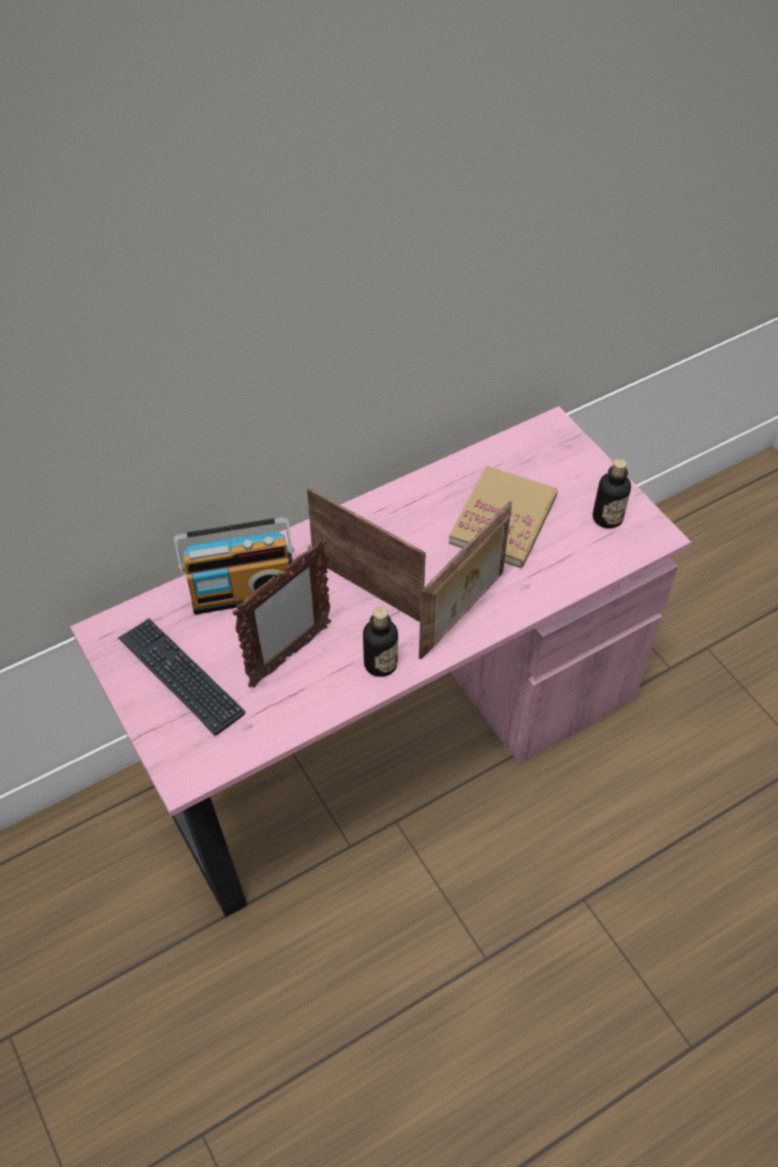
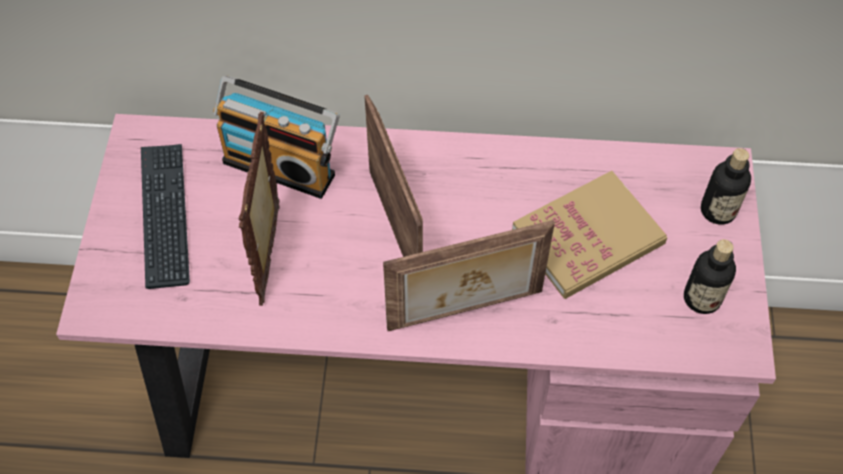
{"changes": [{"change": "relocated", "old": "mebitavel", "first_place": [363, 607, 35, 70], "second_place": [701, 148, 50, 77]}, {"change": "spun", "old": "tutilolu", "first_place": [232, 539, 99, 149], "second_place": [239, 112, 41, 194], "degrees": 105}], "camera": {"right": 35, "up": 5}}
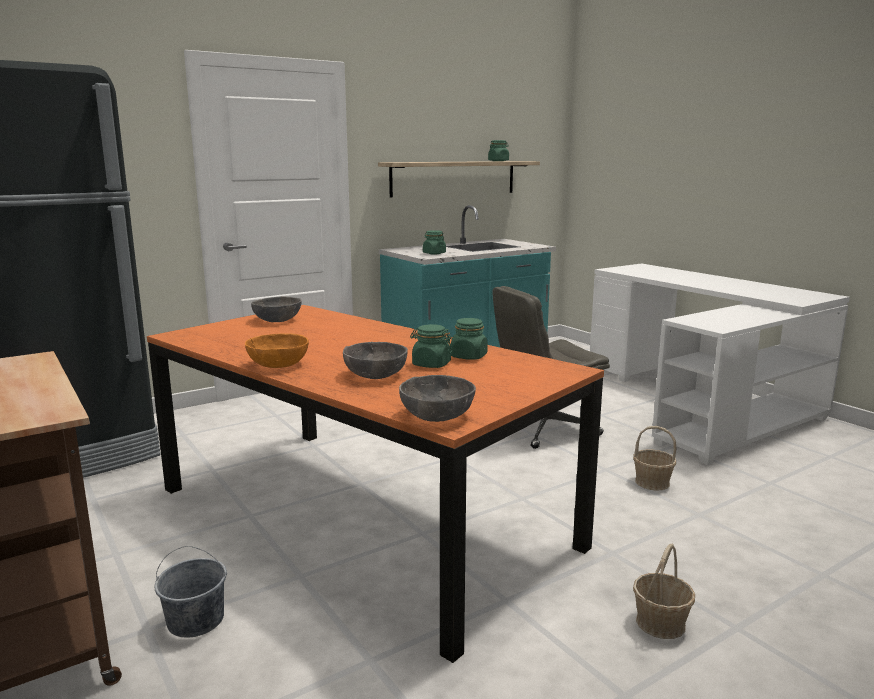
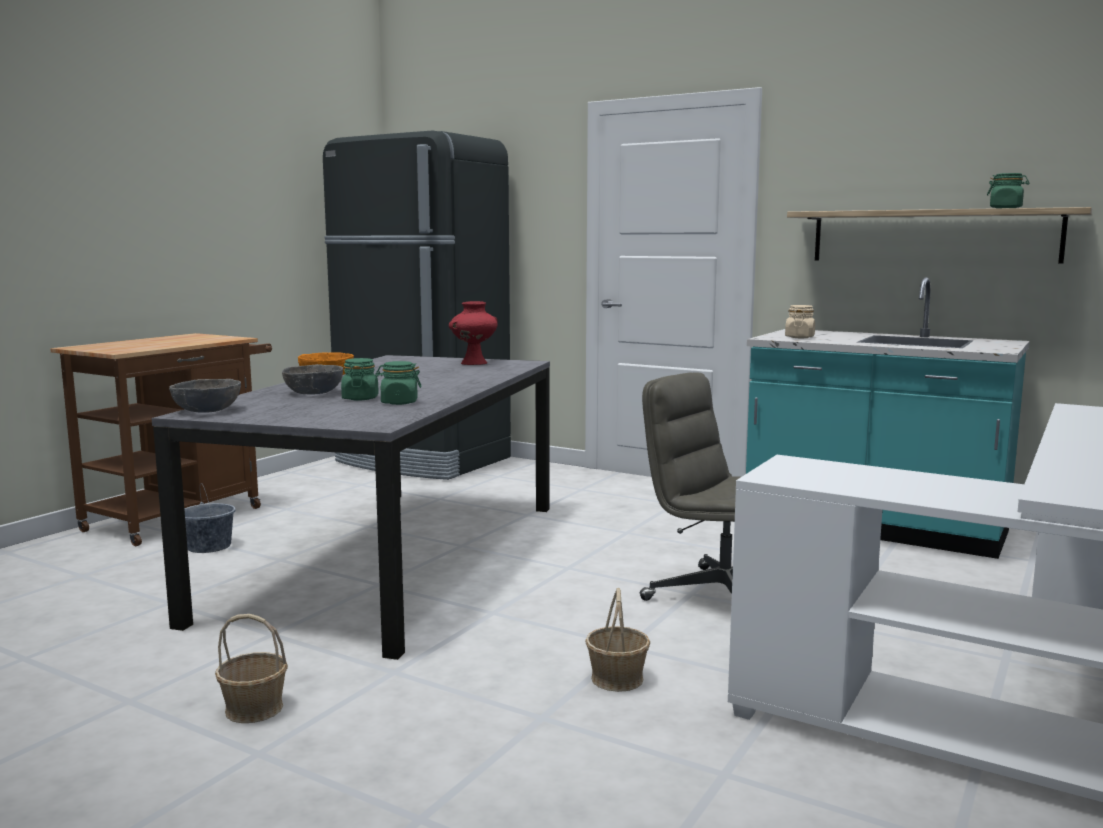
{"changes": [{"change": "exchanged", "old": "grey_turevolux", "new": "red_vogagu", "first_place": [251, 296, 51, 26], "second_place": [449, 301, 49, 64]}, {"change": "colour", "old": "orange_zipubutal", "new": "grey_zipubutal", "first_place": [147, 305, 457, 358], "second_place": [152, 355, 398, 305]}, {"change": "colour", "old": "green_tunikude", "new": "beige_tunikude", "first_place": [423, 230, 23, 24], "second_place": [785, 305, 30, 33]}], "camera": {"right": 65, "up": -5}}
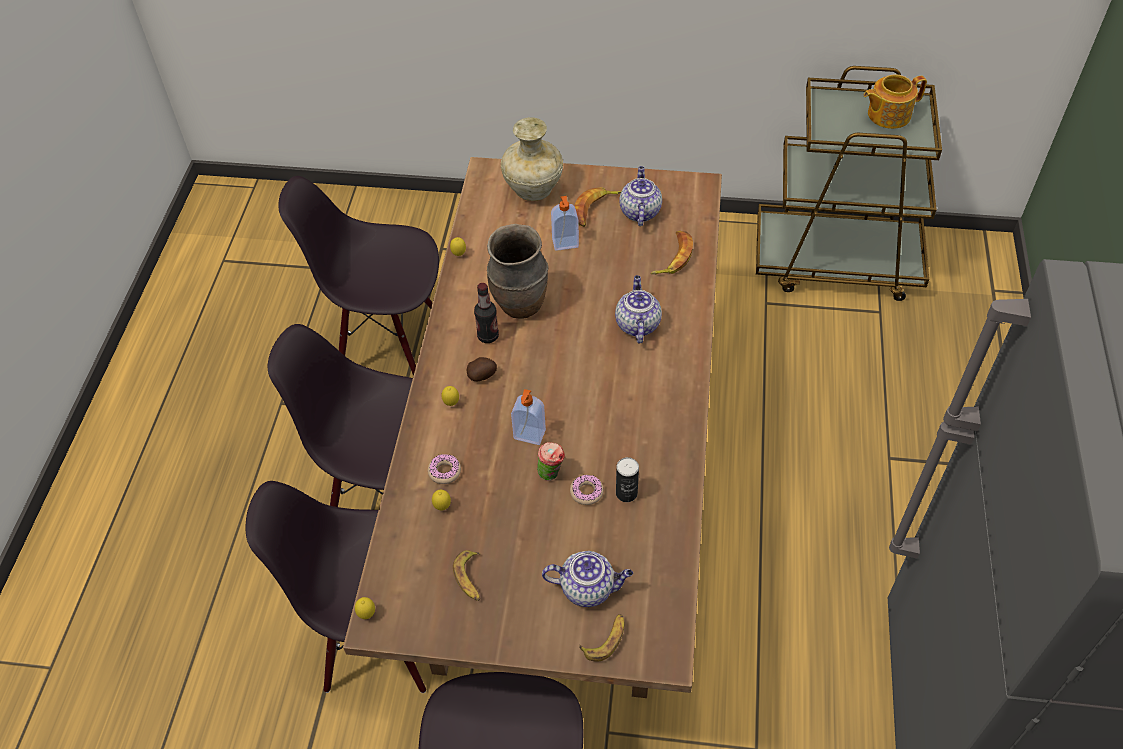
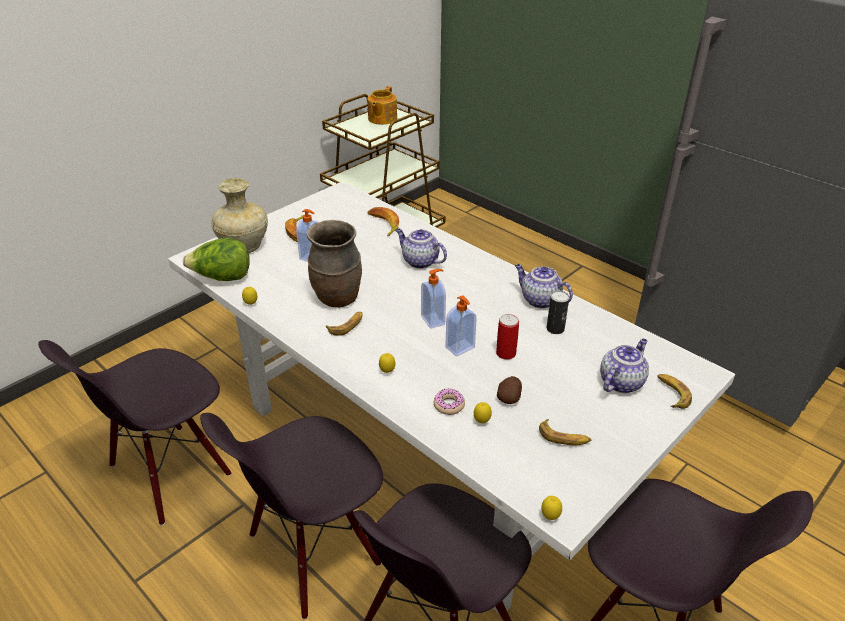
{"changes": [{"change": "missing", "old": "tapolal", "first_place": [570, 475, 34, 30]}, {"change": "appeared", "new": "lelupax", "second_place": [183, 238, 67, 43]}, {"change": "appeared", "new": "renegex", "second_place": [421, 269, 25, 60]}, {"change": "relocated", "old": "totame", "first_place": [467, 357, 30, 24], "second_place": [497, 376, 25, 28]}, {"change": "relocated", "old": "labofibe", "first_place": [619, 166, 43, 60], "second_place": [515, 264, 58, 45]}, {"change": "exchanged", "old": "mebitavel", "new": "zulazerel", "first_place": [474, 283, 25, 60], "second_place": [326, 312, 37, 24]}, {"change": "exchanged", "old": "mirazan", "new": "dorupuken", "first_place": [537, 442, 28, 39], "second_place": [496, 314, 23, 46]}, {"change": "colour", "old": "brown_zipubutal", "new": "white_zipubutal", "first_place": [343, 157, 379, 541], "second_place": [168, 181, 567, 432]}], "camera": {"right": -55, "up": -15}}
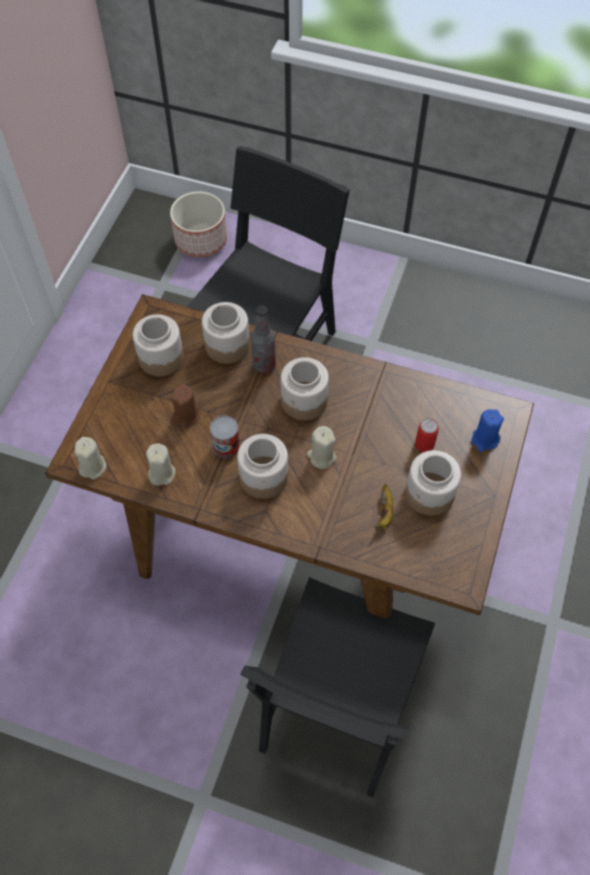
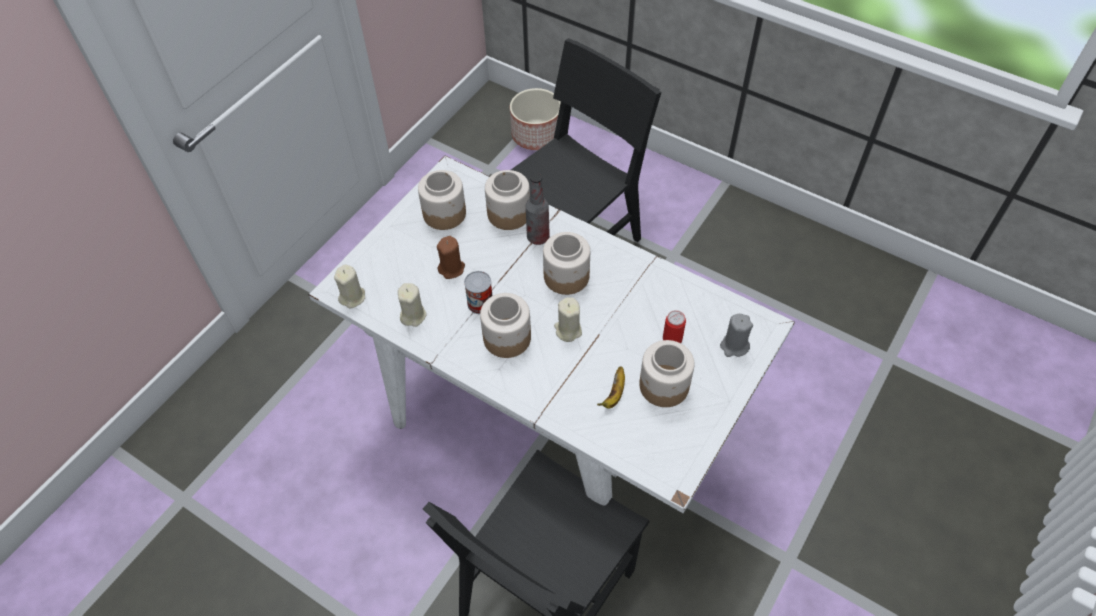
{"changes": [{"change": "colour", "old": "brown_zipubutal", "new": "white_zipubutal", "first_place": [45, 294, 489, 324], "second_place": [309, 156, 486, 357]}, {"change": "colour", "old": "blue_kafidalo", "new": "grey_kafidalo", "first_place": [471, 409, 33, 43], "second_place": [720, 314, 33, 43]}], "camera": {"right": 15, "up": -5}}
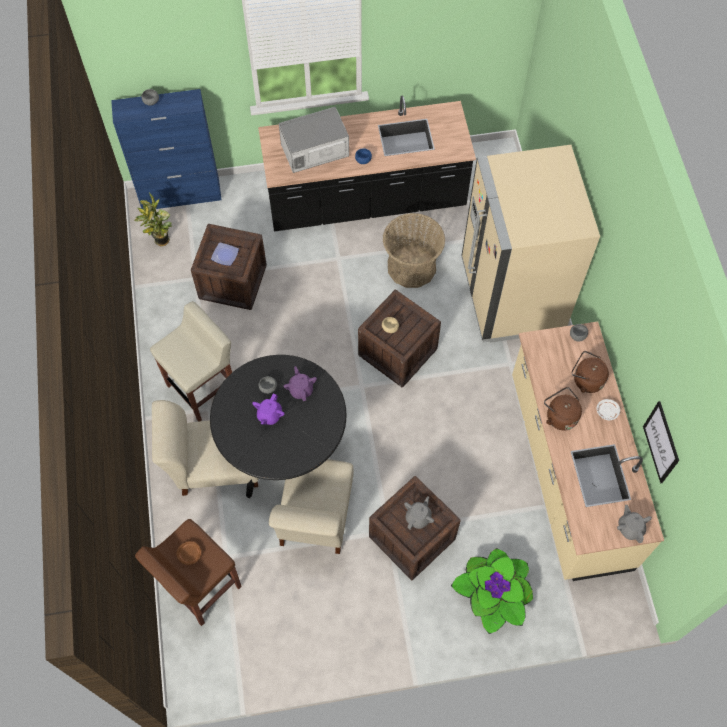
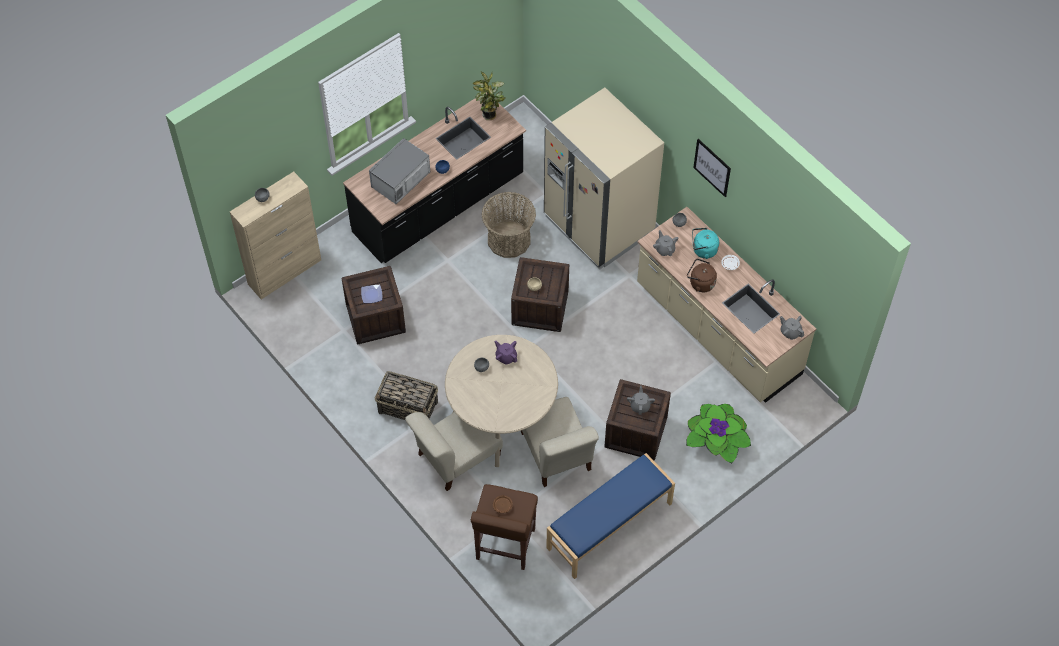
{"changes": [{"change": "missing", "old": "purple_labofibe", "first_place": [252, 394, 33, 31]}, {"change": "appeared", "new": "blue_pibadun", "second_place": [546, 453, 129, 126]}, {"change": "appeared", "new": "grey_labofibe", "second_place": [653, 230, 25, 26]}, {"change": "relocated", "old": "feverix", "first_place": [134, 193, 39, 53], "second_place": [472, 72, 34, 48]}, {"change": "relocated", "old": "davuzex", "first_place": [643, 401, 36, 83], "second_place": [693, 139, 38, 58]}, {"change": "exchanged", "old": "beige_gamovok", "new": "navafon", "first_place": [150, 301, 82, 121], "second_place": [375, 371, 63, 49]}, {"change": "colour", "old": "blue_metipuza", "new": "beige_metipuza", "first_place": [111, 89, 111, 120], "second_place": [230, 172, 91, 127]}, {"change": "colour", "old": "black_zipubutal", "new": "beige_zipubutal", "first_place": [210, 355, 137, 143], "second_place": [445, 335, 113, 132]}, {"change": "colour", "old": "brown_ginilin", "new": "turquoise_ginilin", "first_place": [572, 351, 37, 42], "second_place": [692, 228, 27, 31]}], "camera": {"right": -30, "up": -5}}
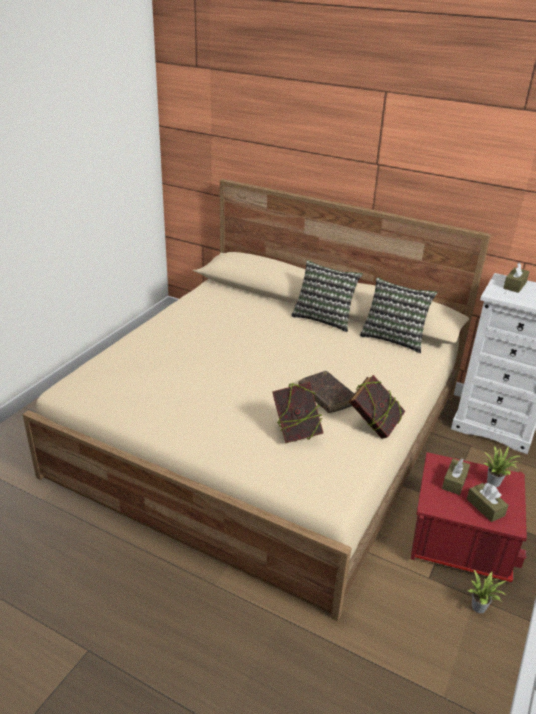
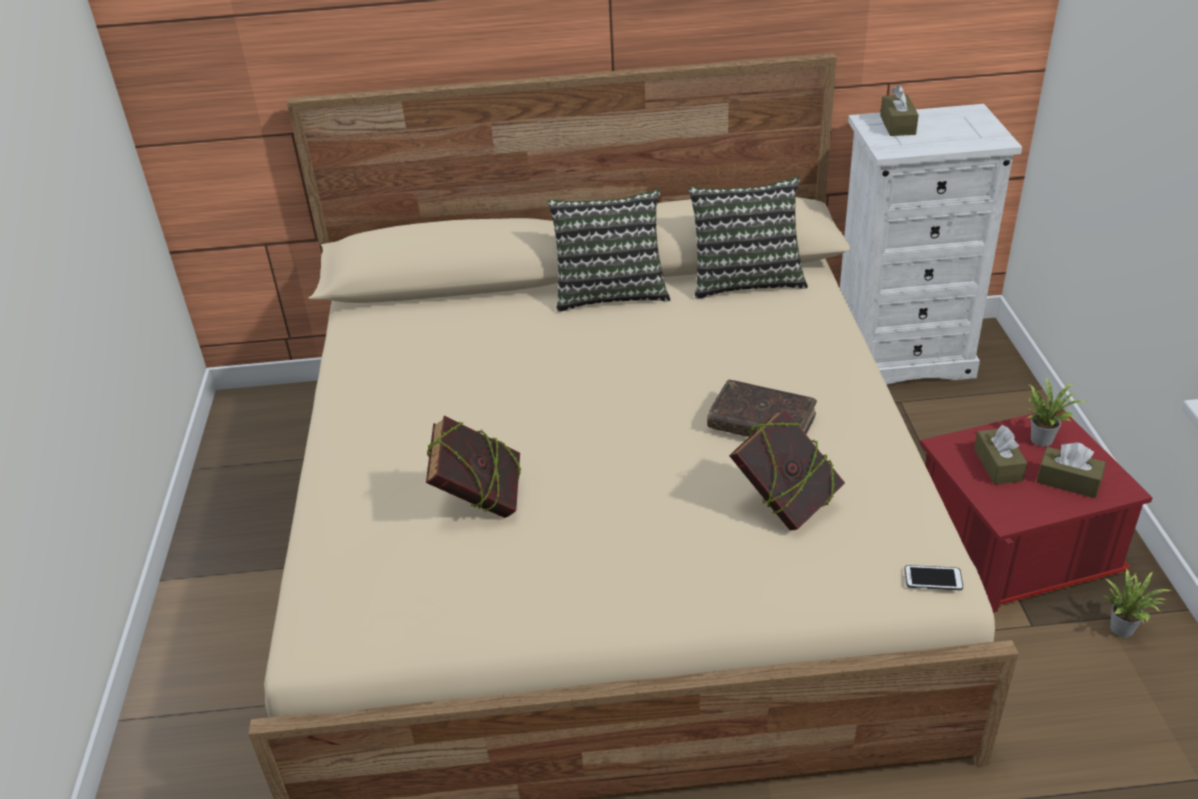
{"changes": [{"change": "appeared", "new": "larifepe", "second_place": [904, 565, 59, 25]}, {"change": "relocated", "old": "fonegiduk", "first_place": [349, 375, 56, 64], "second_place": [426, 416, 96, 102]}], "camera": {"right": -30, "up": 5}}
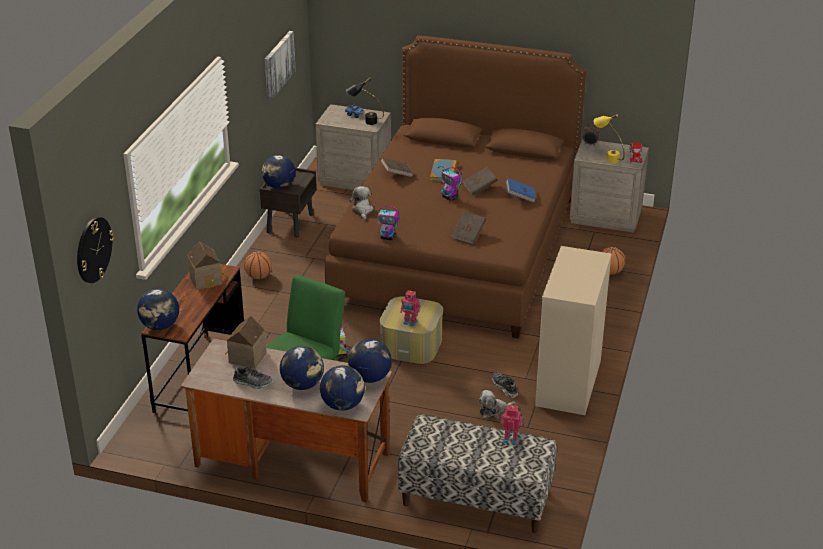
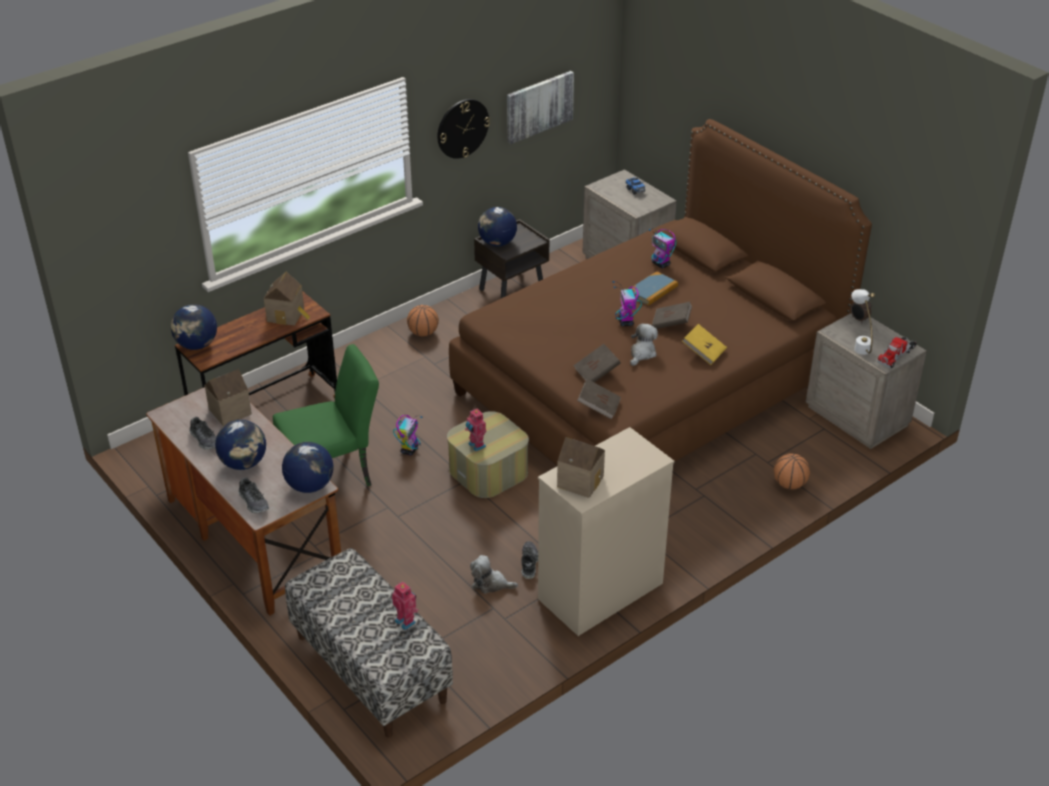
{"changes": [{"change": "missing", "old": "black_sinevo", "first_place": [346, 77, 38, 48]}, {"change": "appeared", "new": "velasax", "second_place": [557, 437, 48, 61]}, {"change": "relocated", "old": "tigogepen", "first_place": [77, 217, 37, 66], "second_place": [437, 99, 53, 60]}, {"change": "relocated", "old": "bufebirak", "first_place": [349, 186, 24, 34], "second_place": [630, 323, 28, 43]}, {"change": "relocated", "old": "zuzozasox", "first_place": [377, 206, 23, 35], "second_place": [649, 229, 27, 40]}, {"change": "relocated", "old": "brown_fonegiduk", "first_place": [380, 158, 34, 19], "second_place": [577, 379, 44, 40]}, {"change": "exchanged", "old": "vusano", "new": "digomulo", "first_place": [320, 366, 45, 45], "second_place": [238, 477, 31, 36]}, {"change": "colour", "old": "blue_fonegiduk", "new": "yellow_fonegiduk", "first_place": [506, 178, 30, 25], "second_place": [682, 324, 45, 41]}, {"change": "colour", "old": "yellow_sinevo", "new": "white_sinevo", "first_place": [594, 114, 31, 50], "second_place": [852, 289, 23, 66]}], "camera": {"right": 35, "up": 5}}
